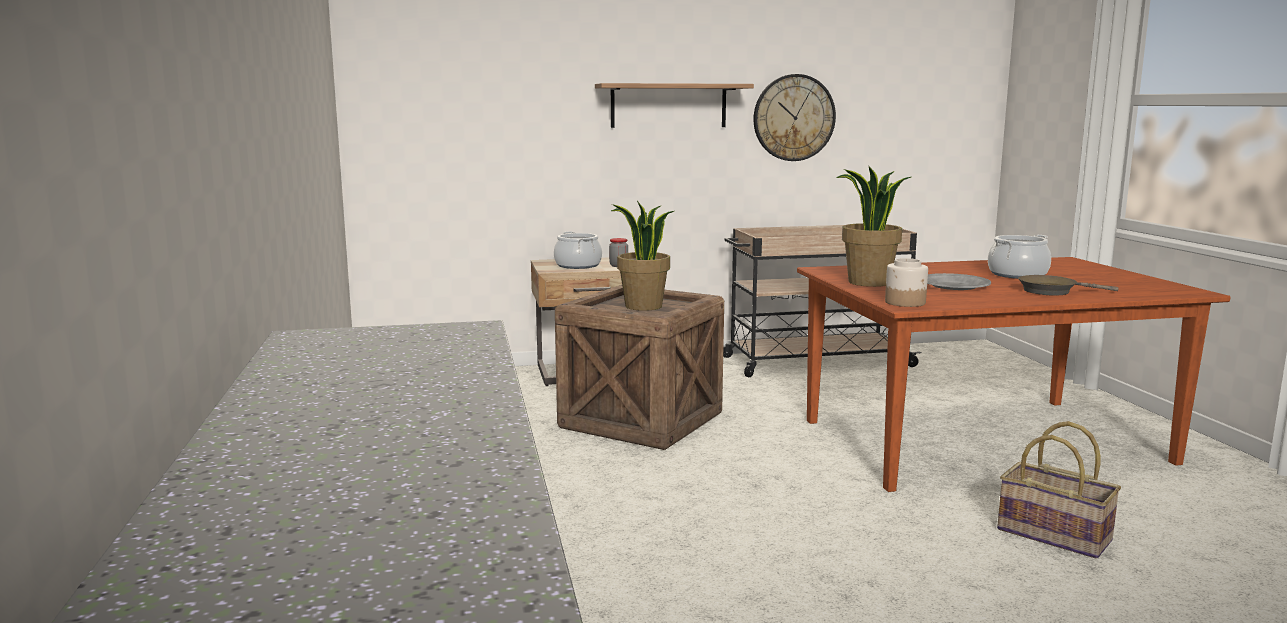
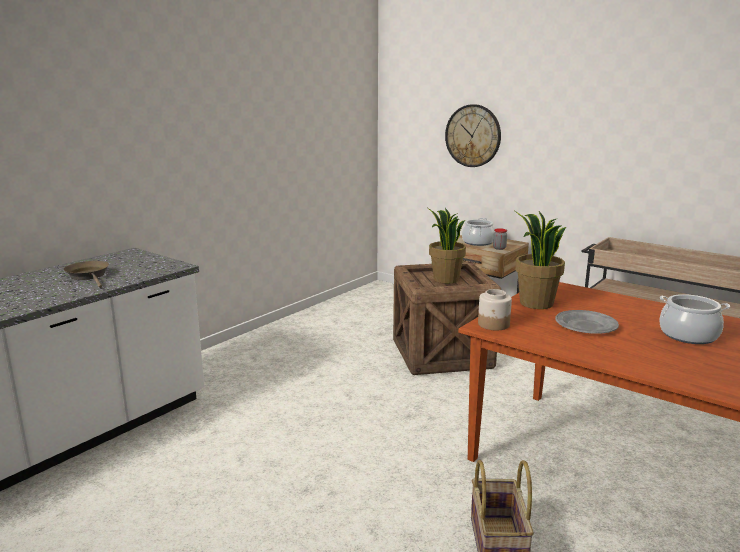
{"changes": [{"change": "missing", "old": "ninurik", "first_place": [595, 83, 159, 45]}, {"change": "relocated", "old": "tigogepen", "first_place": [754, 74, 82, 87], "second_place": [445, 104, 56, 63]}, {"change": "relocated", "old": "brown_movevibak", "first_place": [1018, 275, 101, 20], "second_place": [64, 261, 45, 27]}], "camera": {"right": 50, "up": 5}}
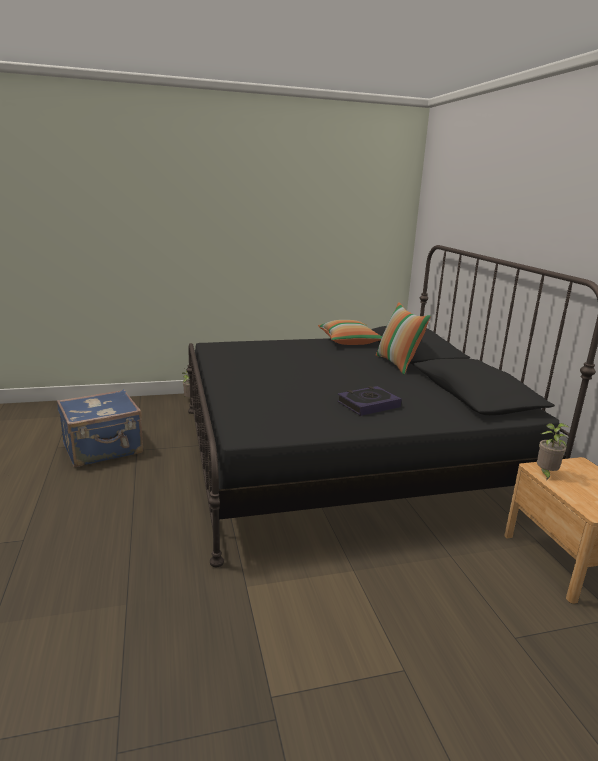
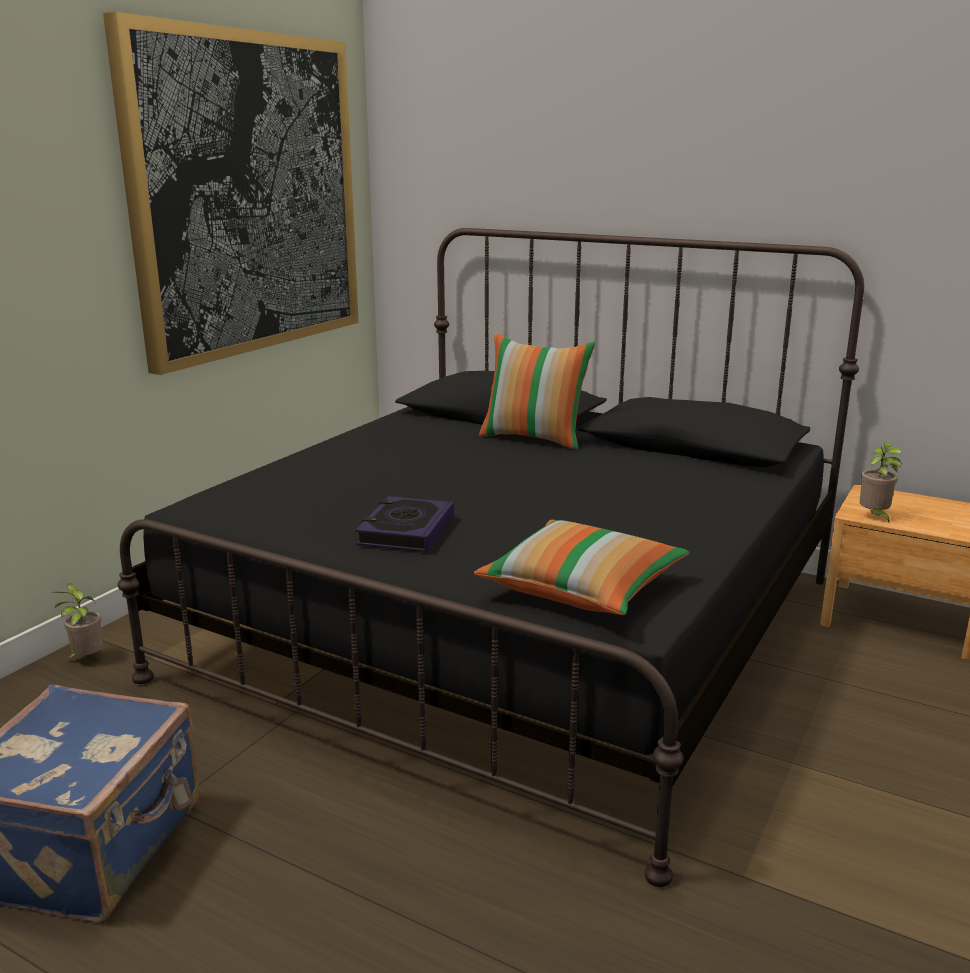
{"changes": [{"change": "appeared", "new": "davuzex", "second_place": [103, 12, 256, 363]}, {"change": "relocated", "old": "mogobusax", "first_place": [318, 320, 64, 25], "second_place": [474, 520, 215, 95]}, {"change": "relocated", "old": "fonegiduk", "first_place": [337, 386, 65, 30], "second_place": [356, 496, 98, 56]}], "camera": {"right": -45, "up": 0}}
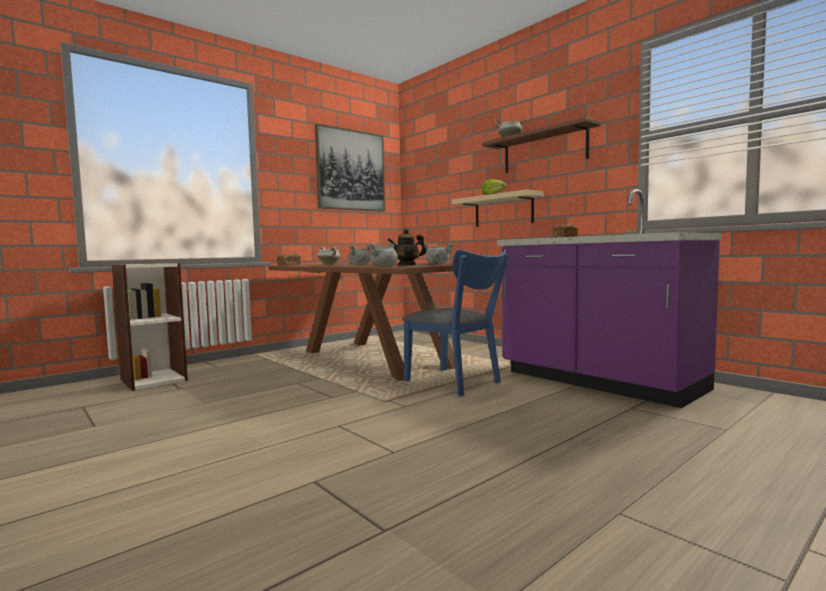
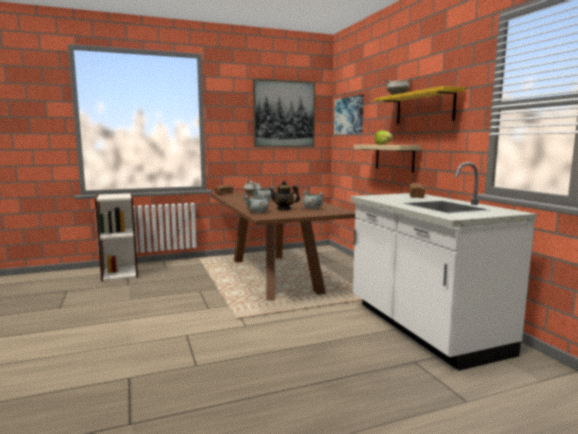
{"changes": [{"change": "missing", "old": "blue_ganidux", "first_place": [403, 249, 106, 147]}, {"change": "appeared", "new": "davuzex", "second_place": [334, 95, 30, 40]}, {"change": "colour", "old": "brown_ninurik", "new": "yellow_ninurik", "first_place": [482, 117, 119, 56], "second_place": [375, 86, 90, 38]}, {"change": "colour", "old": "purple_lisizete", "new": "white_lisizete", "first_place": [497, 189, 225, 219], "second_place": [350, 162, 187, 209]}], "camera": {"right": 20, "up": 5}}
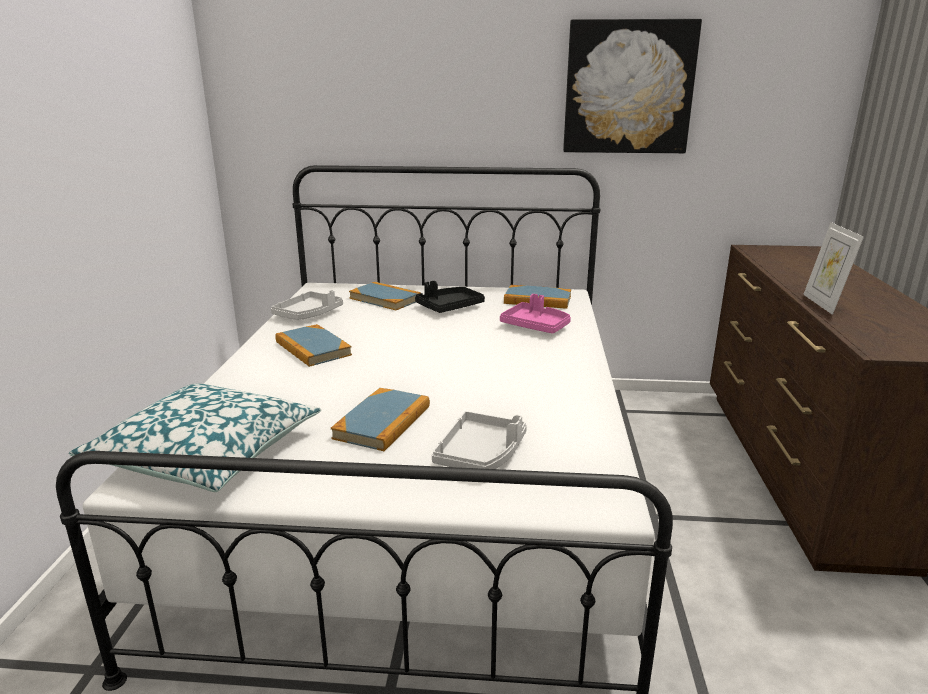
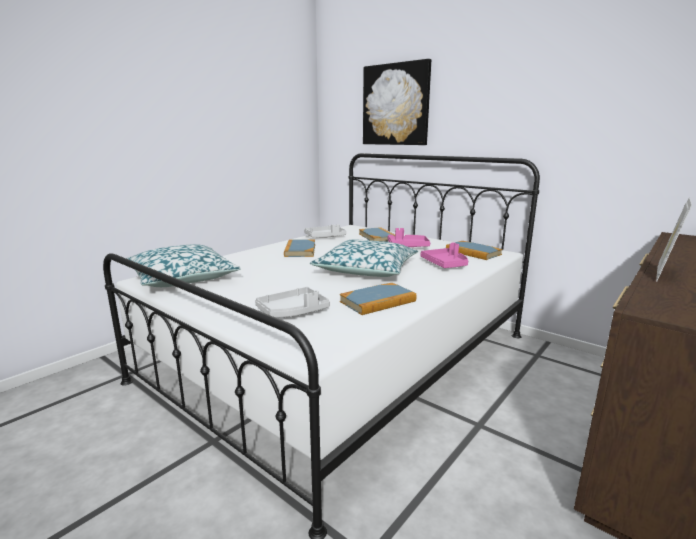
{"changes": [{"change": "appeared", "new": "mogobusax", "second_place": [310, 239, 108, 38]}, {"change": "relocated", "old": "fonegiduk", "first_place": [331, 388, 99, 63], "second_place": [340, 283, 77, 32]}, {"change": "relocated", "old": "davuzex", "first_place": [563, 19, 139, 134], "second_place": [363, 59, 68, 86]}, {"change": "colour", "old": "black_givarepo", "new": "pink_givarepo", "first_place": [415, 281, 70, 32], "second_place": [388, 228, 42, 19]}], "camera": {"right": 35, "up": -5}}
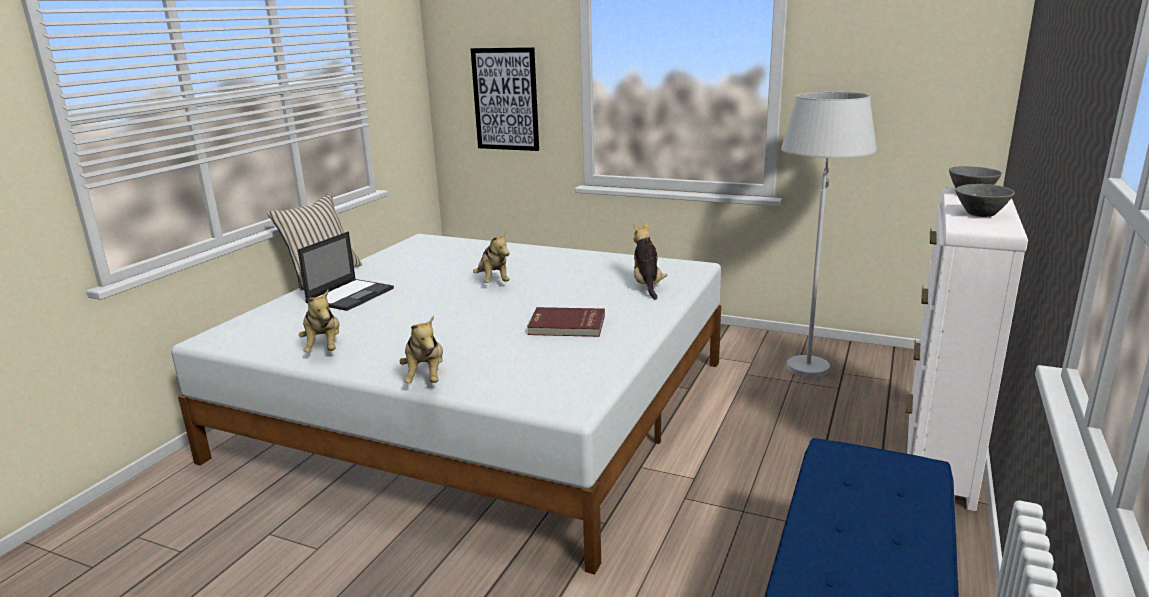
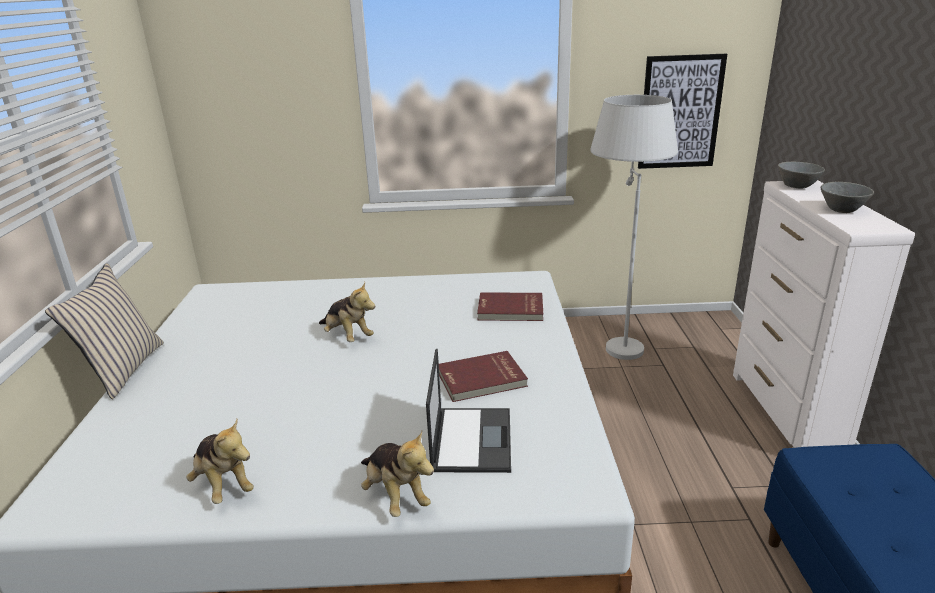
{"changes": [{"change": "relocated", "old": "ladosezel", "first_place": [298, 231, 96, 80], "second_place": [426, 348, 85, 125]}, {"change": "relocated", "old": "davuzex", "first_place": [471, 47, 68, 104], "second_place": [638, 54, 89, 115]}, {"change": "exchanged", "old": "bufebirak", "new": "red_fonegiduk", "first_place": [633, 223, 34, 77], "second_place": [477, 292, 66, 29]}], "camera": {"right": -25, "up": 5}}
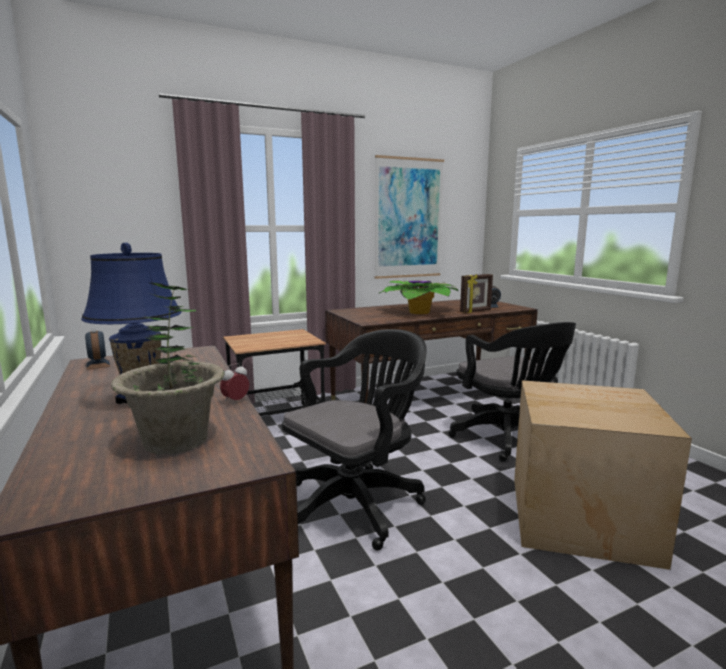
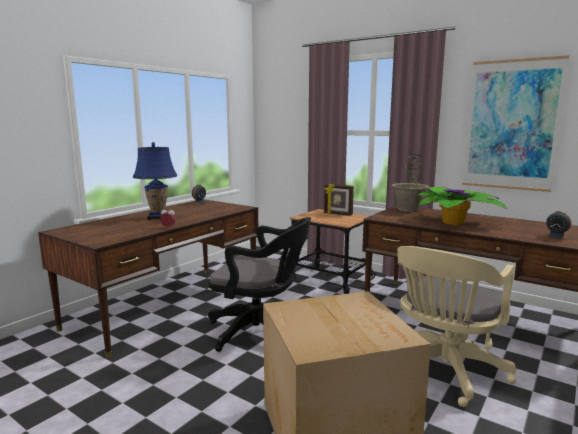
{"changes": [{"change": "relocated", "old": "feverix", "first_place": [111, 283, 114, 171], "second_place": [391, 152, 38, 60]}, {"change": "relocated", "old": "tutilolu", "first_place": [460, 274, 33, 39], "second_place": [324, 184, 30, 32]}, {"change": "colour", "old": "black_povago", "new": "beige_povago", "first_place": [449, 322, 127, 140], "second_place": [397, 246, 119, 161]}], "camera": {"right": 60, "up": 0}}
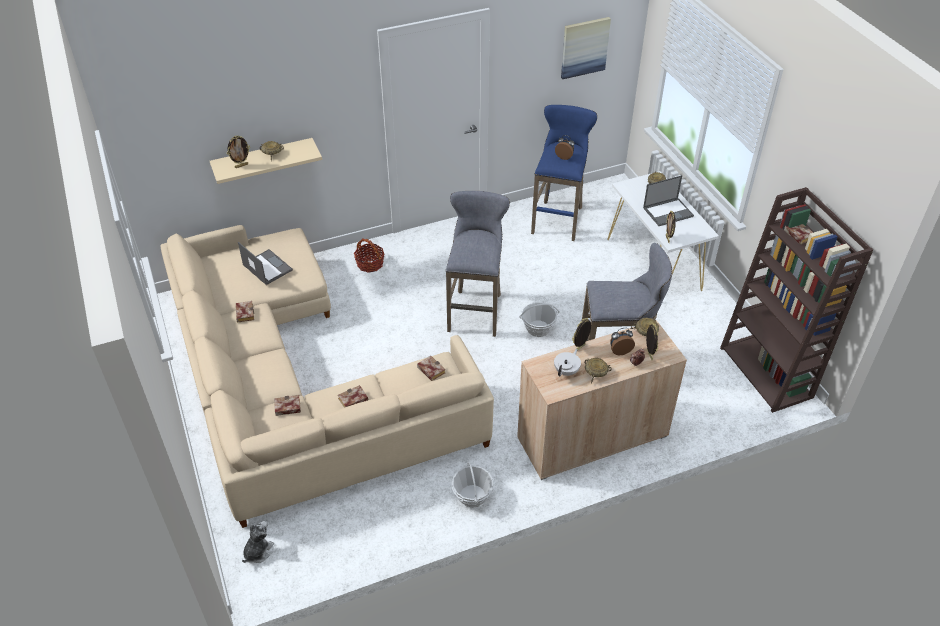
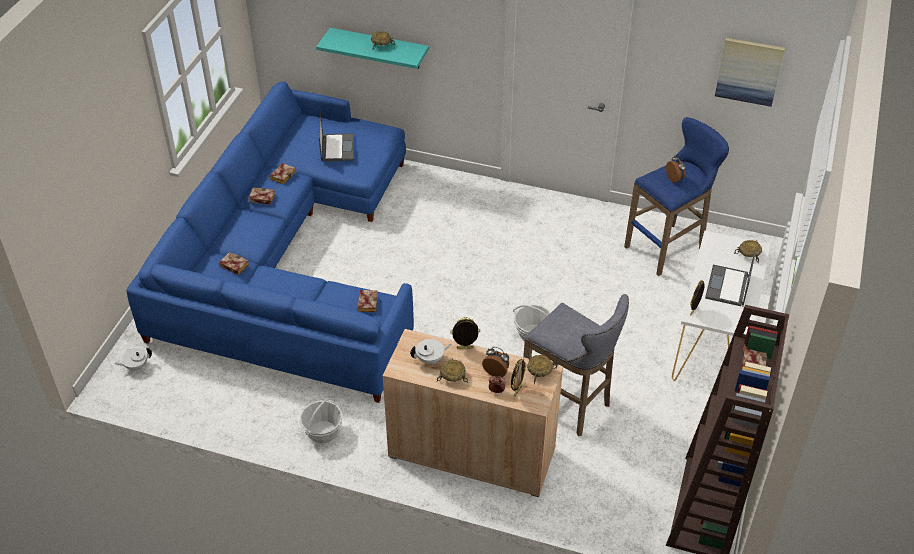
{"changes": [{"change": "missing", "old": "tutilolu", "first_place": [227, 136, 23, 32]}, {"change": "missing", "old": "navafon", "first_place": [354, 238, 30, 35]}, {"change": "missing", "old": "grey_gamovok", "first_place": [446, 191, 64, 146]}, {"change": "relocated", "old": "fonegiduk", "first_place": [338, 385, 30, 23], "second_place": [249, 188, 26, 16]}, {"change": "exchanged", "old": "bufebirak", "new": "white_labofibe", "first_place": [242, 521, 32, 42], "second_place": [115, 348, 37, 22]}, {"change": "colour", "old": "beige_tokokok", "new": "blue_tokokok", "first_place": [161, 225, 333, 303], "second_place": [127, 81, 287, 322]}, {"change": "colour", "old": "beige_ninurik", "new": "turquoise_ninurik", "first_place": [210, 138, 112, 46], "second_place": [316, 28, 113, 41]}, {"change": "spun", "old": "ladosezel", "first_place": [643, 175, 51, 51], "second_place": [705, 248, 51, 59], "degrees": 90}], "camera": {"right": 40, "up": 0}}
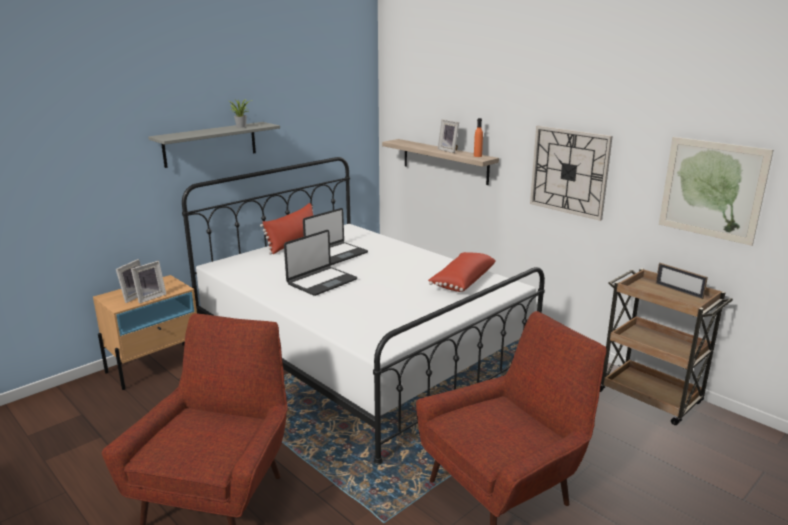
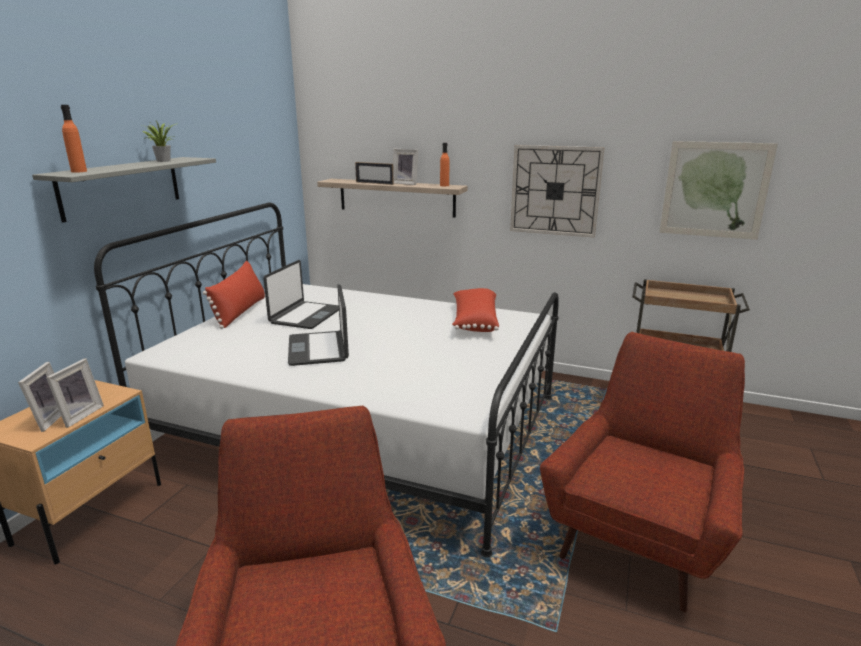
{"changes": [{"change": "appeared", "new": "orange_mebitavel", "second_place": [61, 105, 26, 68]}, {"change": "relocated", "old": "tutilolu", "first_place": [656, 263, 52, 36], "second_place": [355, 162, 39, 23]}, {"change": "spun", "old": "ladosezel", "first_place": [284, 230, 73, 66], "second_place": [288, 284, 61, 82], "degrees": 150}], "camera": {"right": -25, "up": 0}}
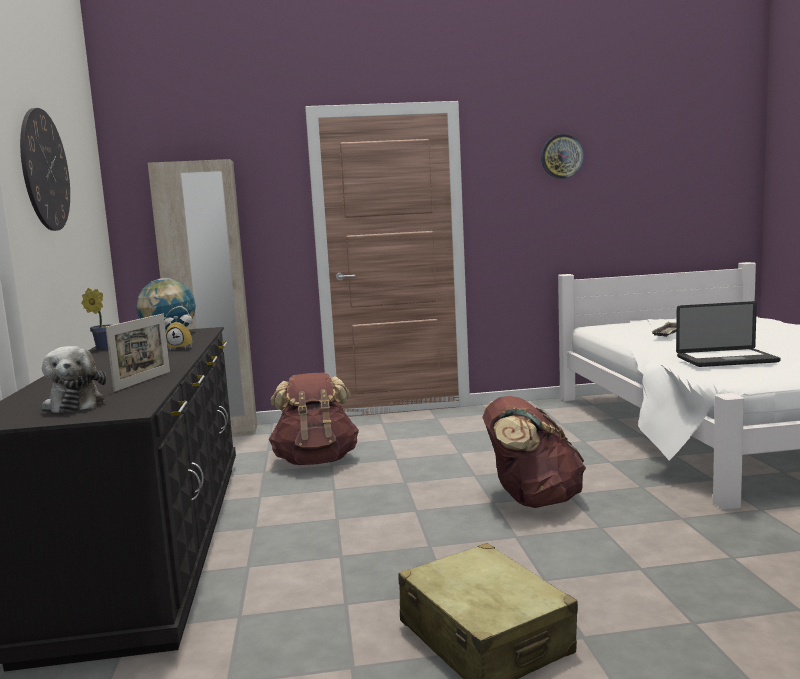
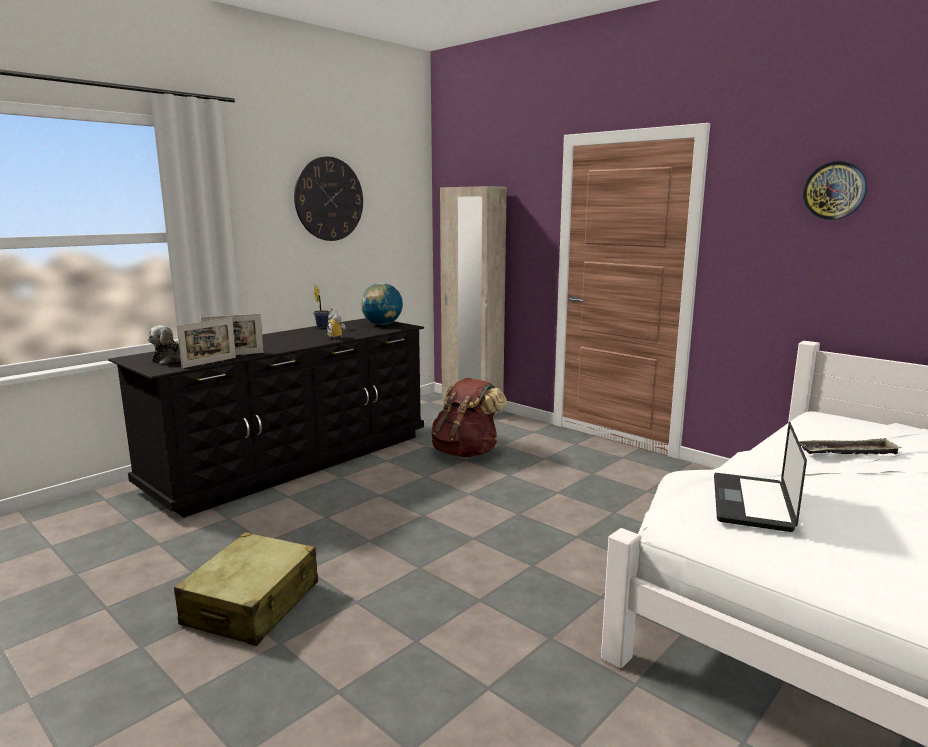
{"changes": [{"change": "missing", "old": "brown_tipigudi", "first_place": [482, 396, 104, 112]}, {"change": "appeared", "new": "tutilolu", "second_place": [177, 317, 59, 51]}, {"change": "spun", "old": "ladosezel", "first_place": [676, 301, 104, 66], "second_place": [714, 422, 93, 110], "degrees": 60}], "camera": {"right": 50, "up": 5}}
